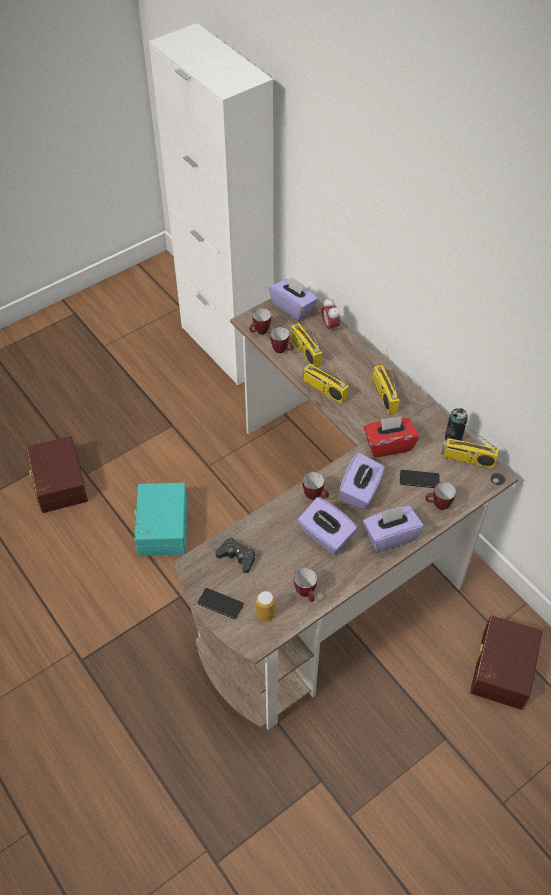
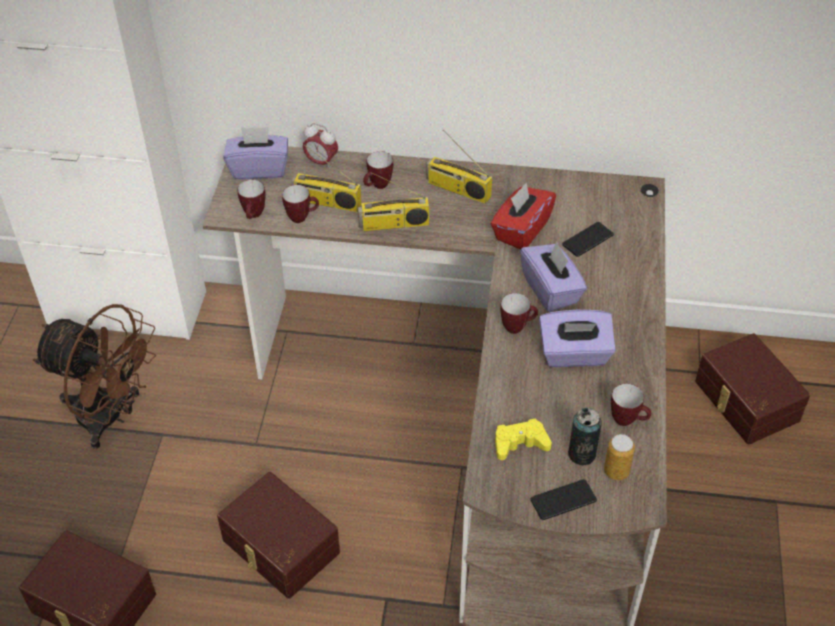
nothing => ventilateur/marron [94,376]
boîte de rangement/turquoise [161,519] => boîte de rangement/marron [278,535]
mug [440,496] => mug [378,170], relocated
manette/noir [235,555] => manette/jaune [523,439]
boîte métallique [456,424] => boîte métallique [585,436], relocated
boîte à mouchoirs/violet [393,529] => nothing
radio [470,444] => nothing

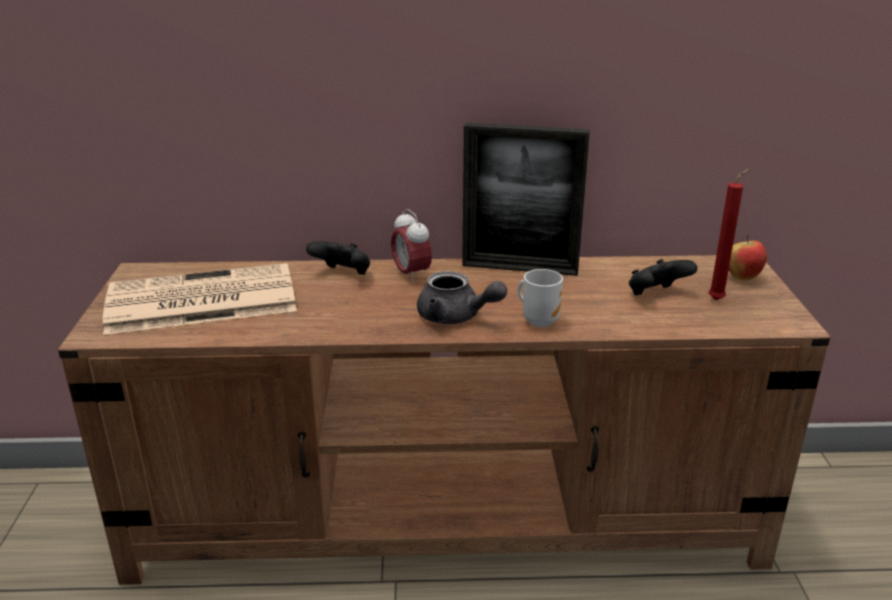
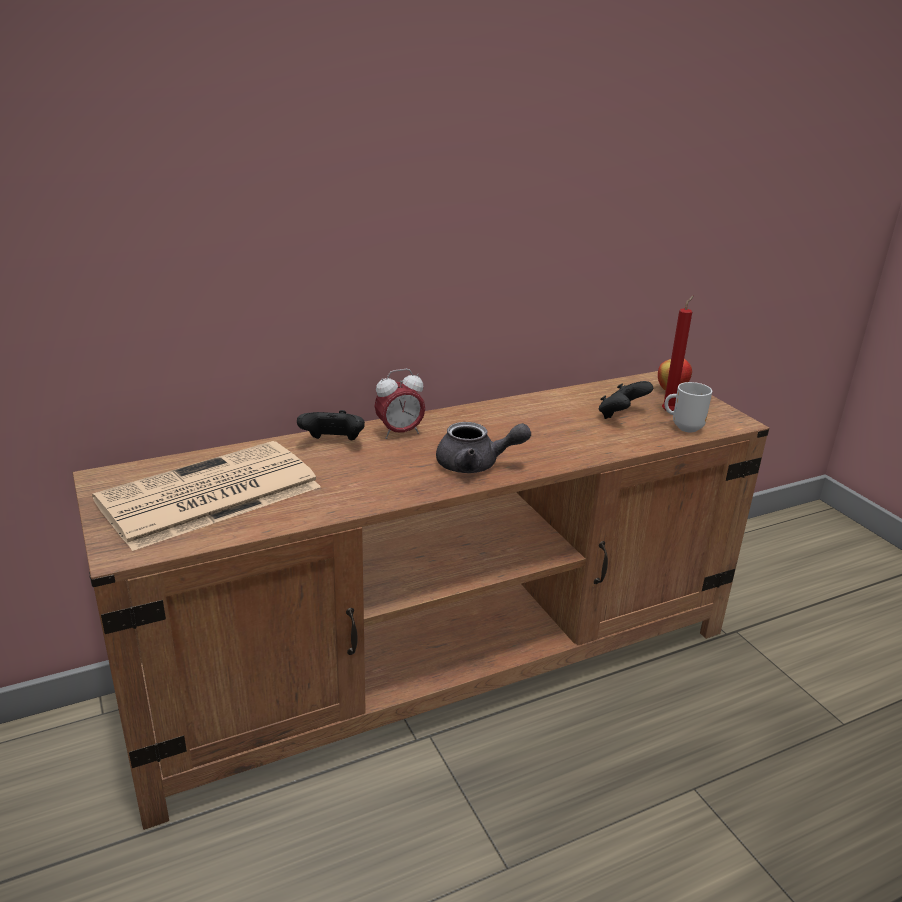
réveil [411,246] => réveil [400,404], 60 degrees counterclockwise
mug [540,298] => mug [688,407], relocated
cadre photo [526,199] => nothing

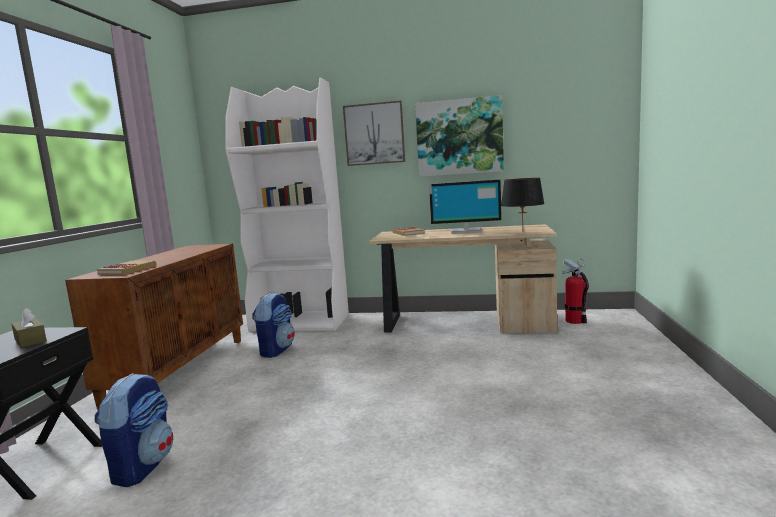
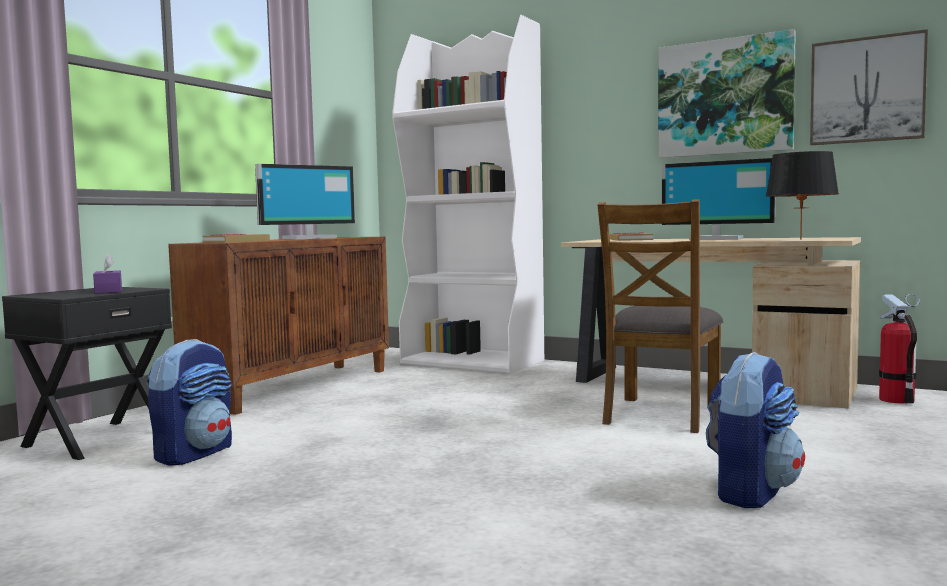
boîte à mouchoirs/marron [29,328] => boîte à mouchoirs/violet [107,273]
nothing => écran d'ordinateur [305,201]
nothing => chaise/marron [660,316]
sac à dos [273,325] => sac à dos [755,430], relocated
tableau [374,133] => tableau [869,87], relocated

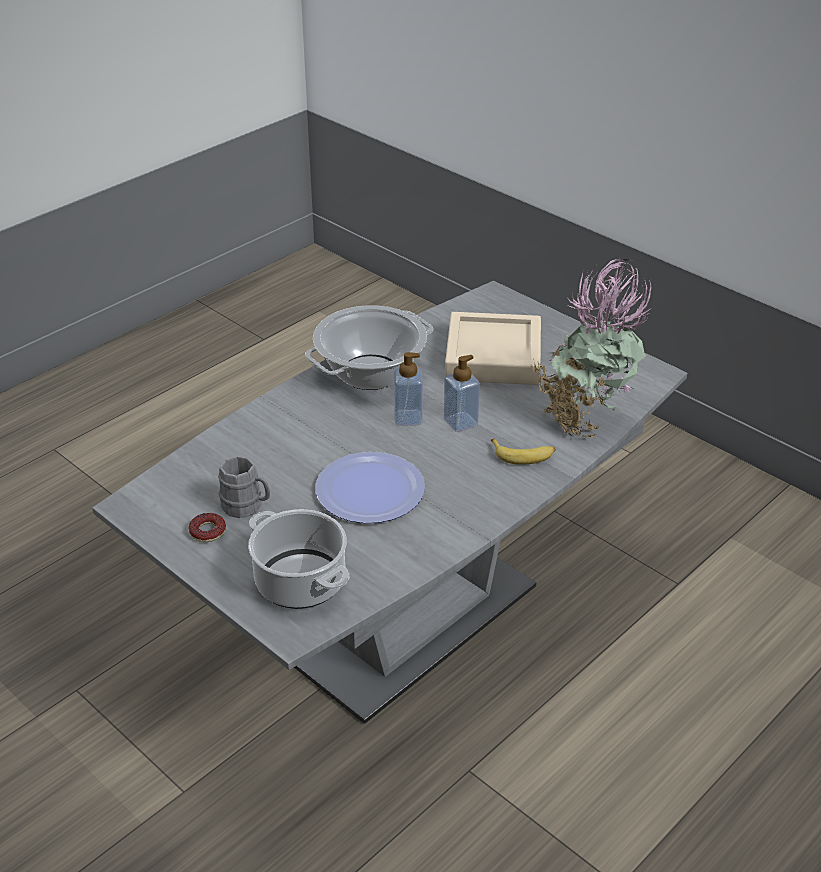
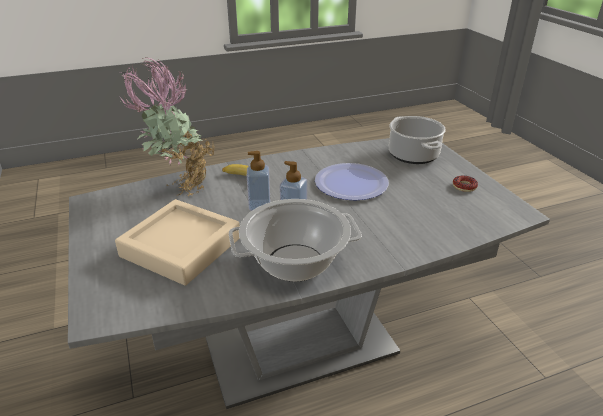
mug/gris [244,487] => nothing

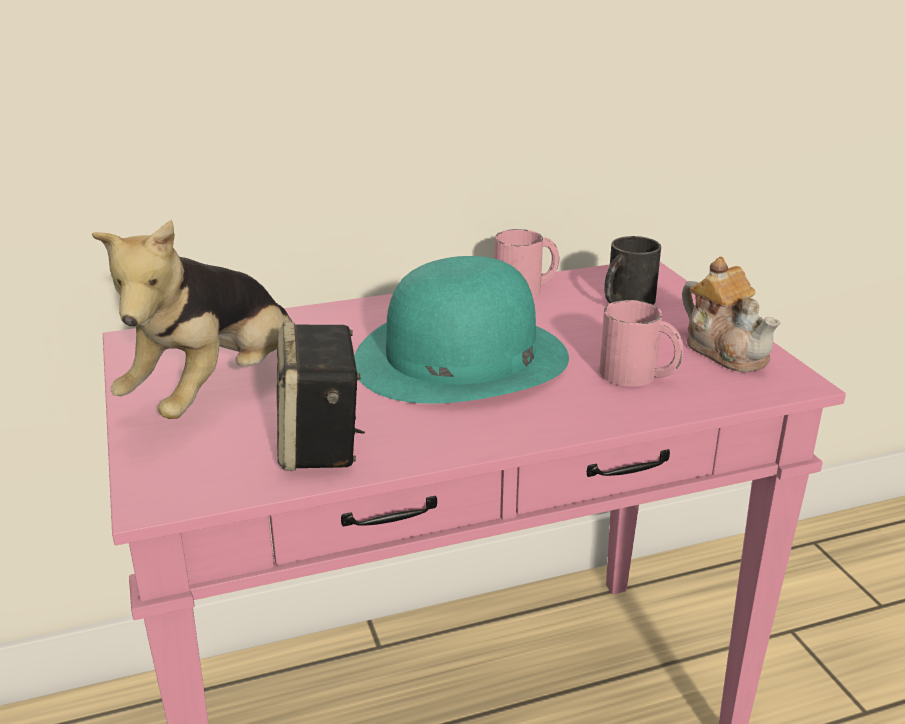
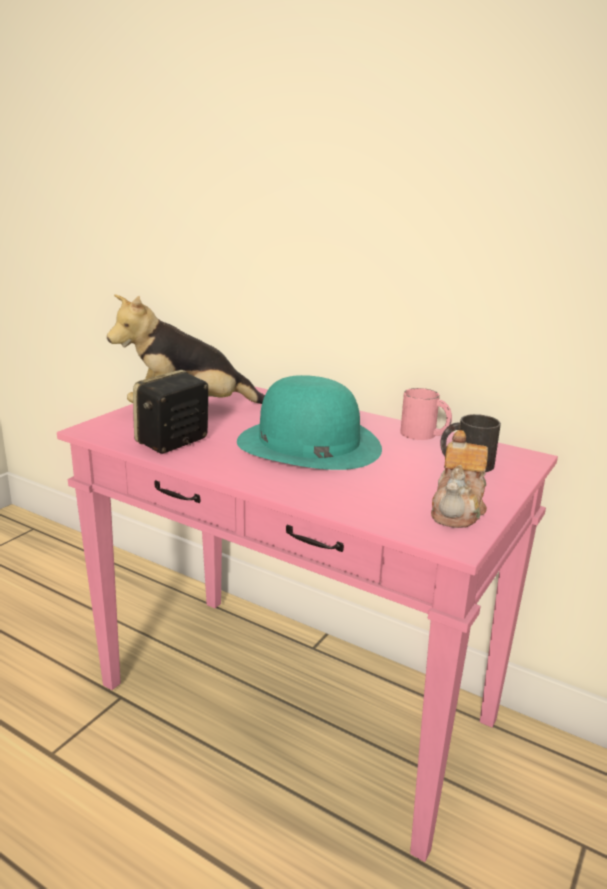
mug/rose [641,343] => nothing

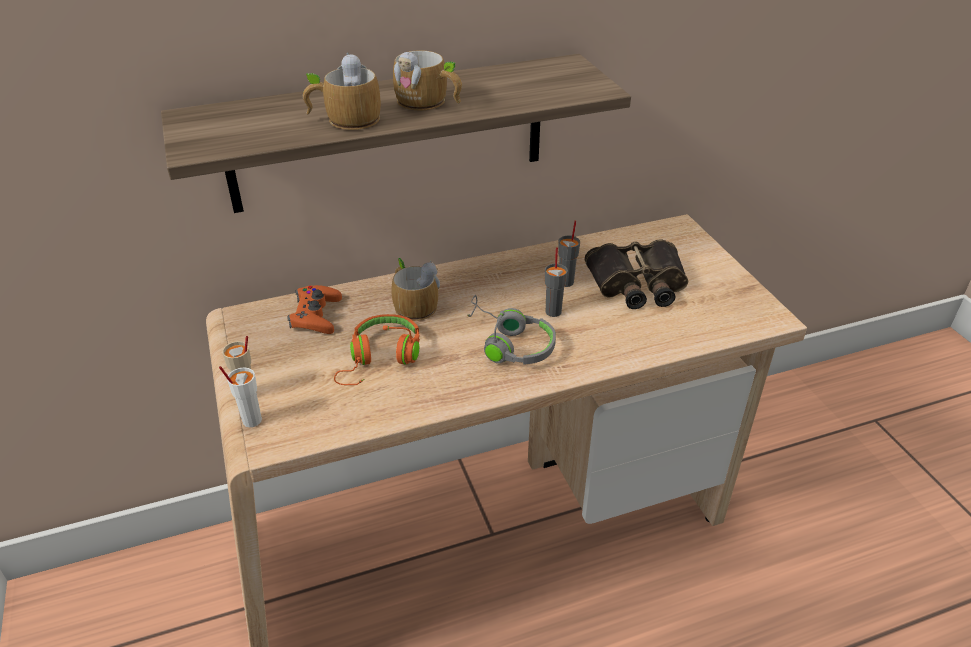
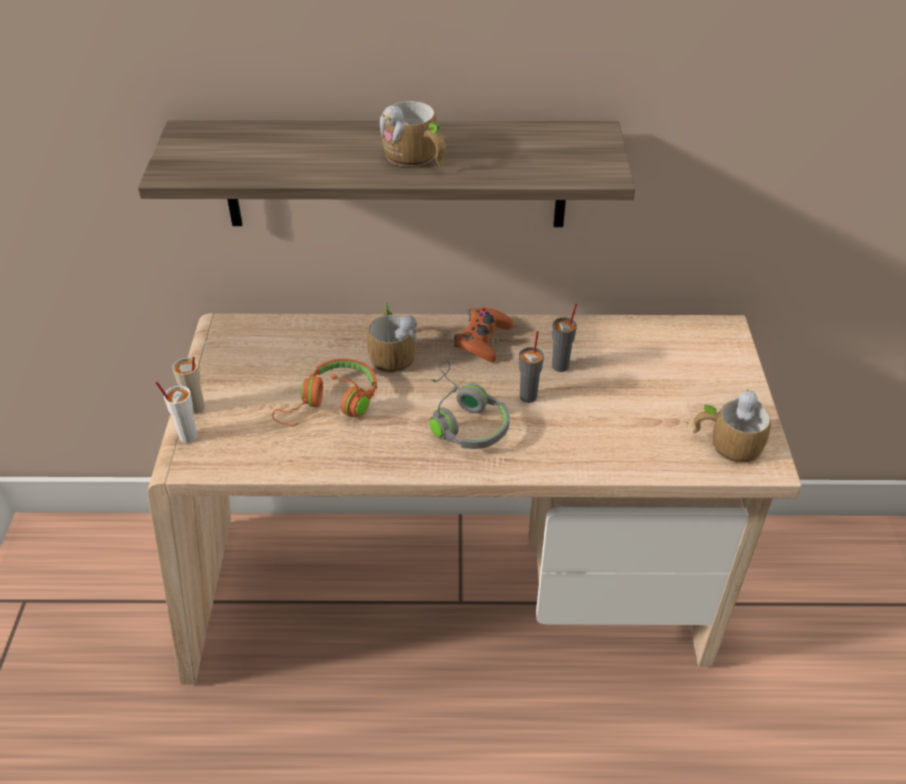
manette/orange [314,309] => manette/orange [483,334], relocated
mug [342,91] => mug [732,426], relocated
jumelles [636,274] => nothing

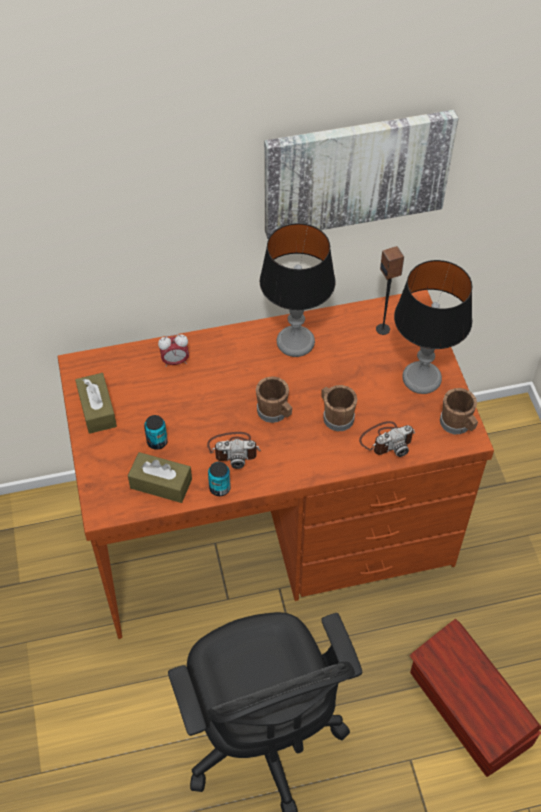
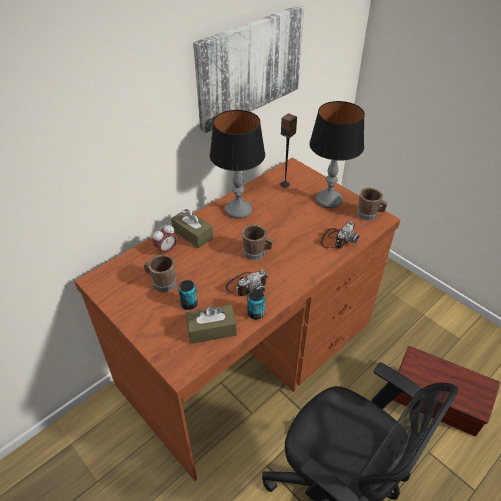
mug/marron [339,408] => mug/marron [160,273], relocated
boîte à mouchoirs/marron [96,403] => boîte à mouchoirs/marron [192,228], relocated

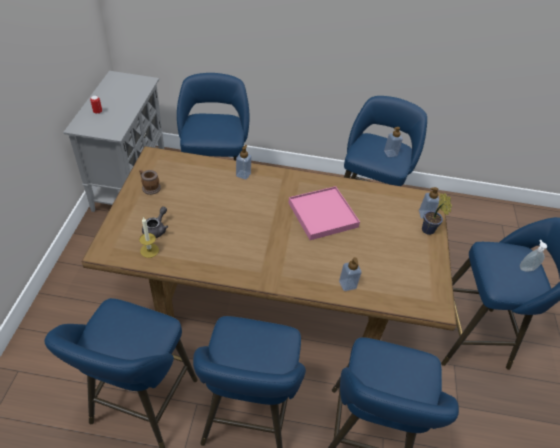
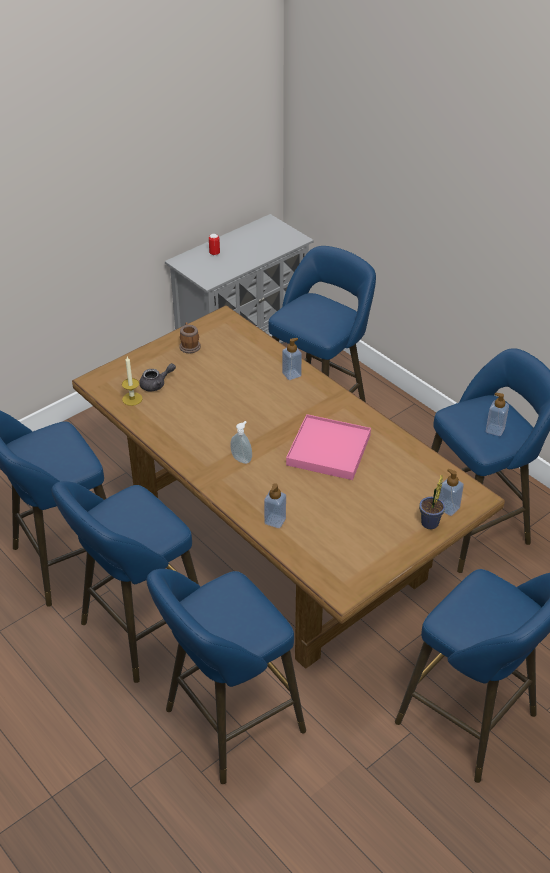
distributeur de savon [533,255] => distributeur de savon [241,442], relocated

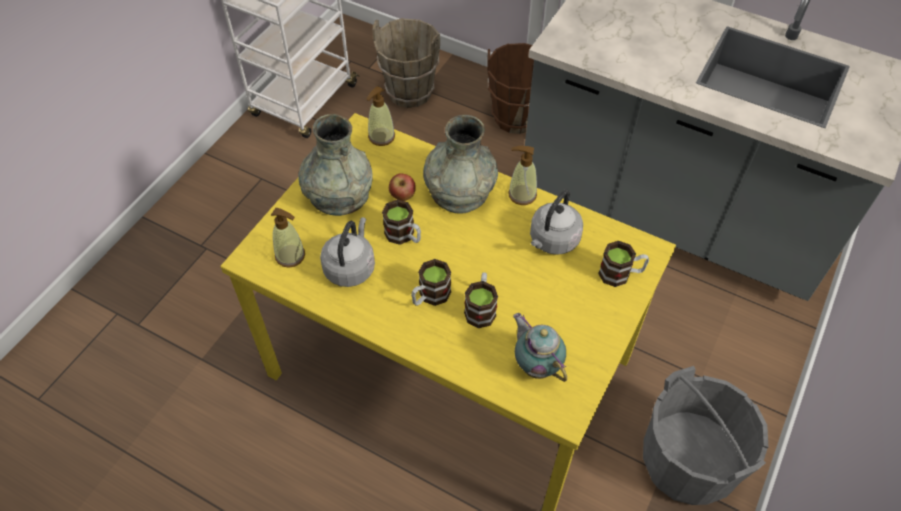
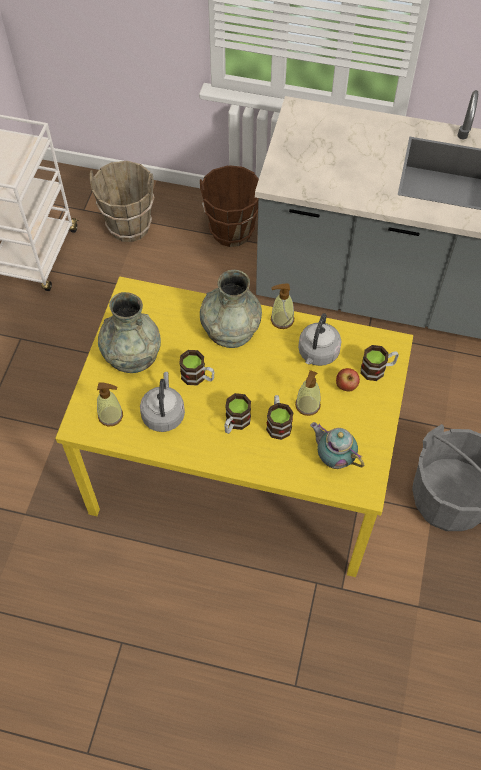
distributeur de savon [380,116] => distributeur de savon [308,393], relocated
pomme [402,187] => pomme [348,379], relocated

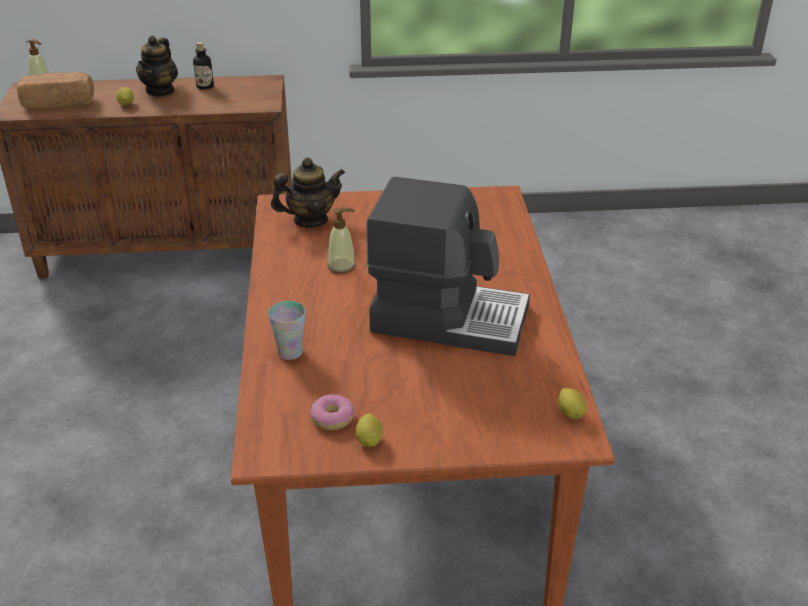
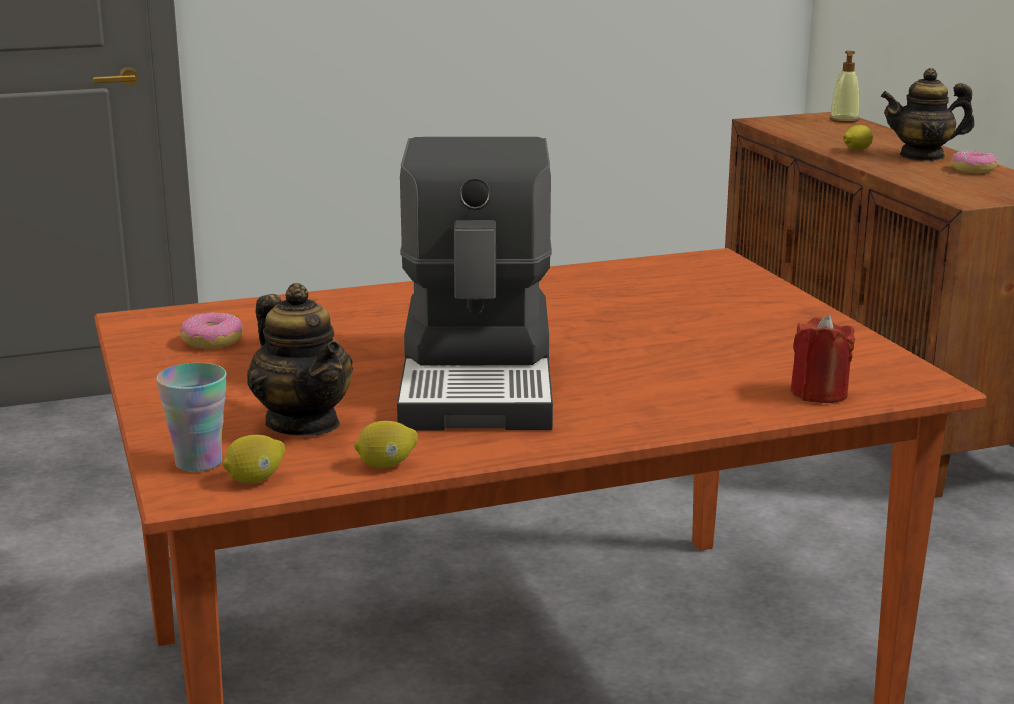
tasse [286,330] => tasse [191,417], relocated
théière [308,192] => théière [300,359], relocated
citron [369,430] => citron [386,444], relocated
nothing => bougie/rouge [822,359]
bouteille [203,66] => beignet [974,161]
pain [55,90] => nothing
distributeur de savon [342,240] => nothing

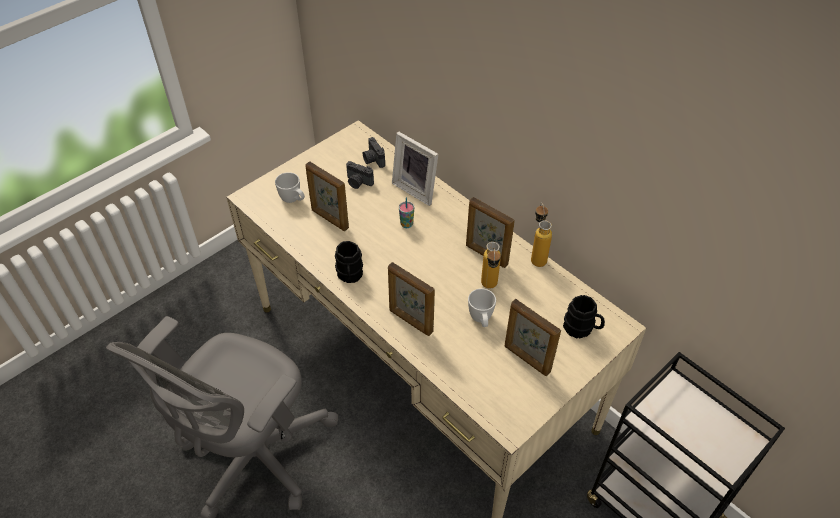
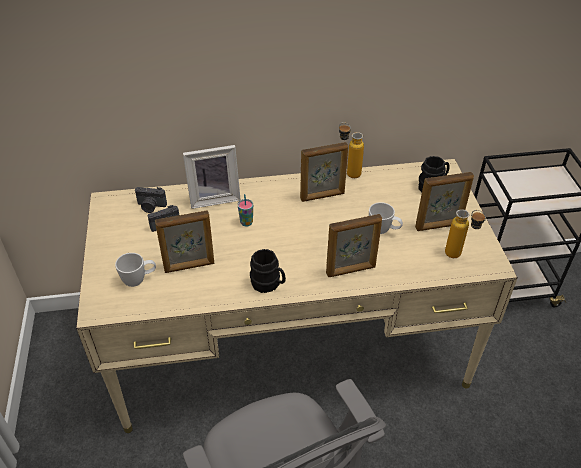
bouteille [491,265] => bouteille [465,233], relocated

